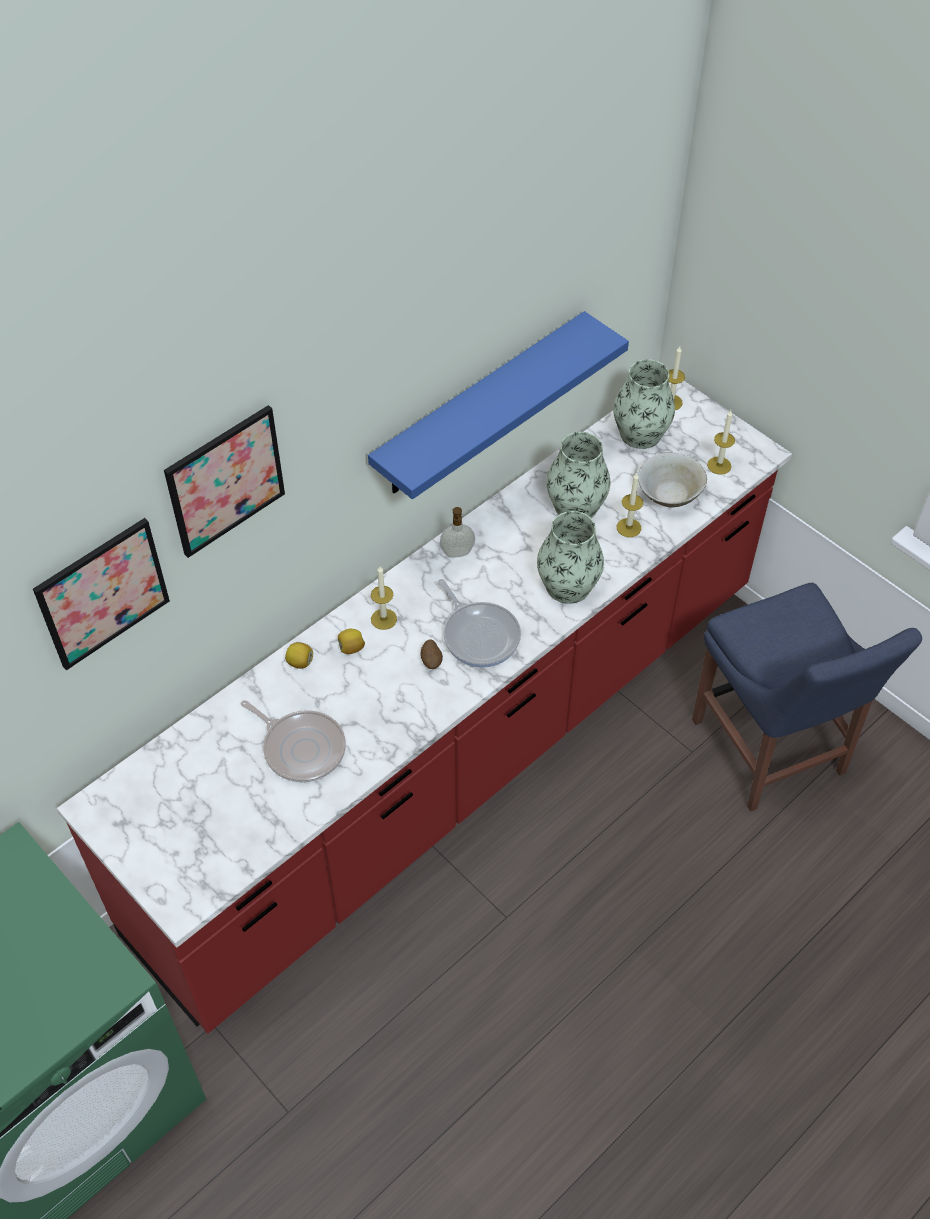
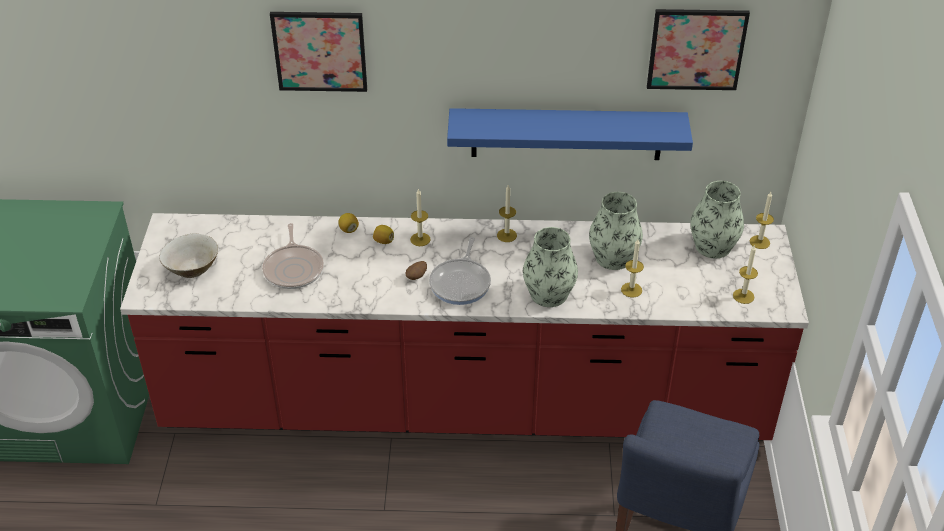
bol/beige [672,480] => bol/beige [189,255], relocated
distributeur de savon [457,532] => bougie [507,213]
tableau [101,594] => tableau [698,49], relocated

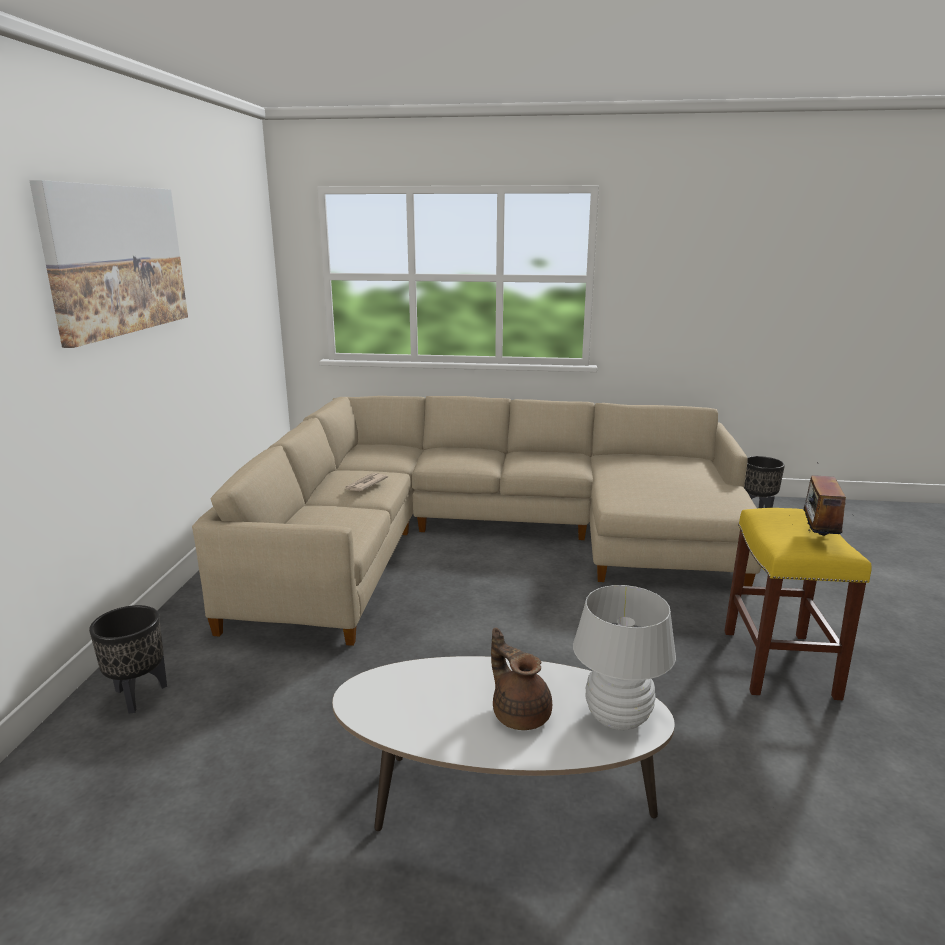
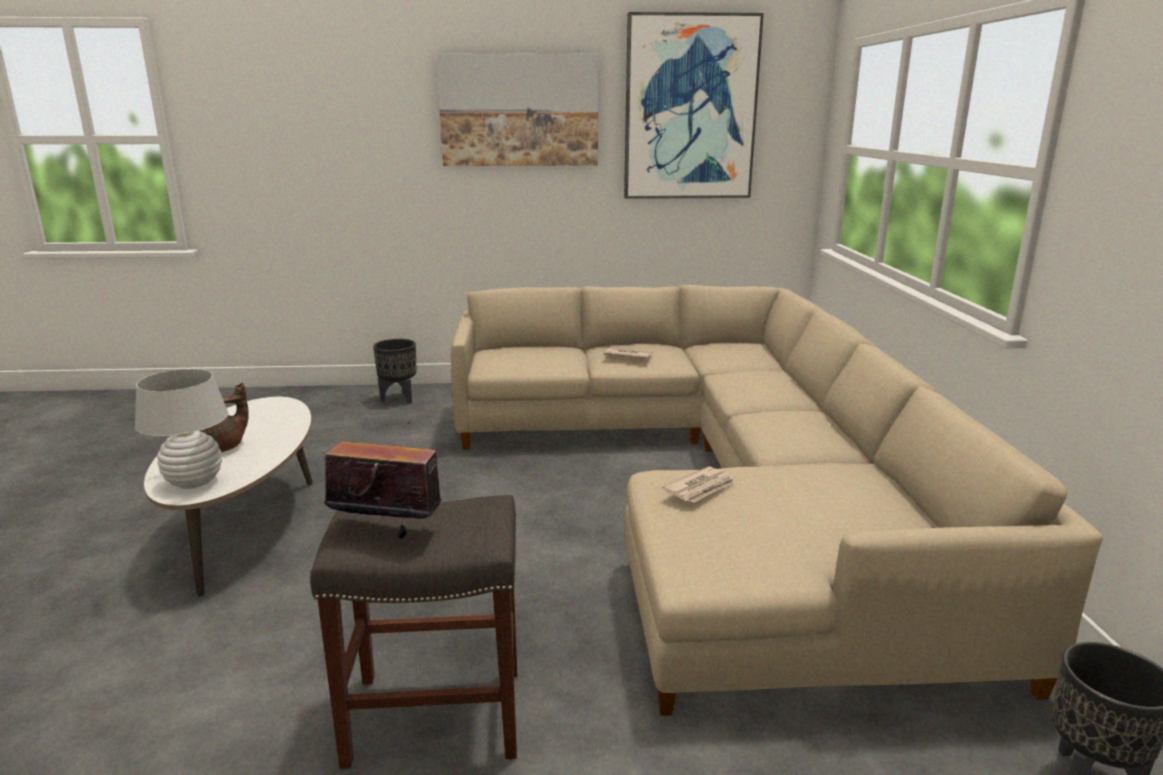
tabouret/jaune [797,604] => tabouret/gris [413,632]
nothing => tableau [694,105]
nothing => journal [698,485]

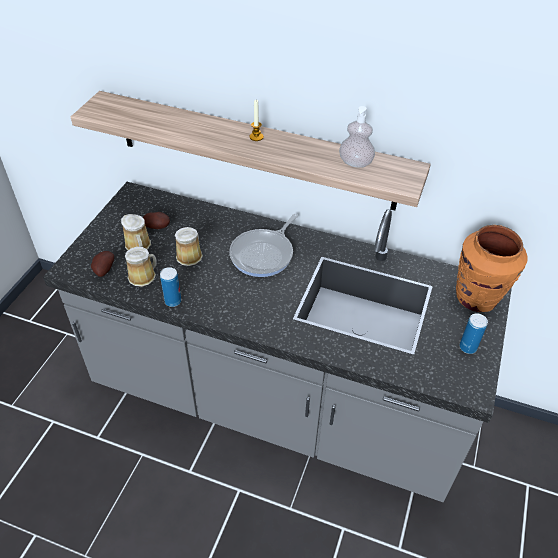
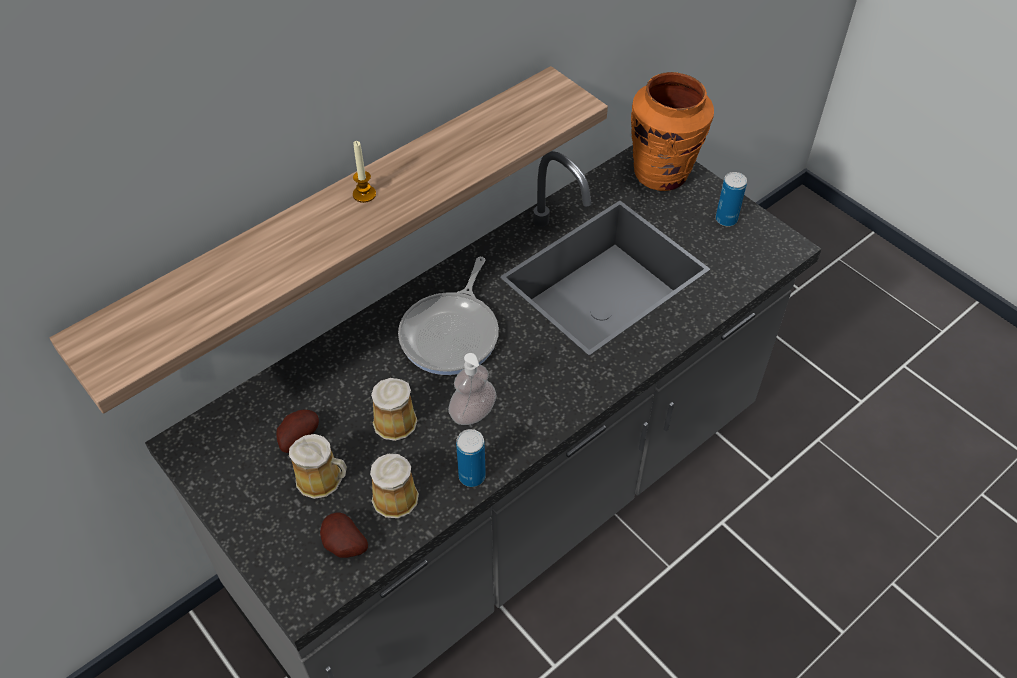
poêle [263,245] => poêle [448,316], 45 degrees clockwise
distributeur de savon [357,137] => distributeur de savon [472,389], relocated

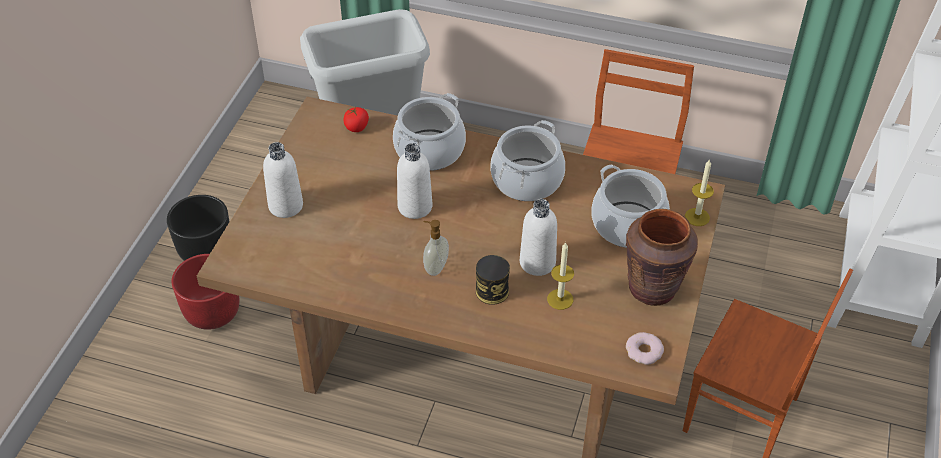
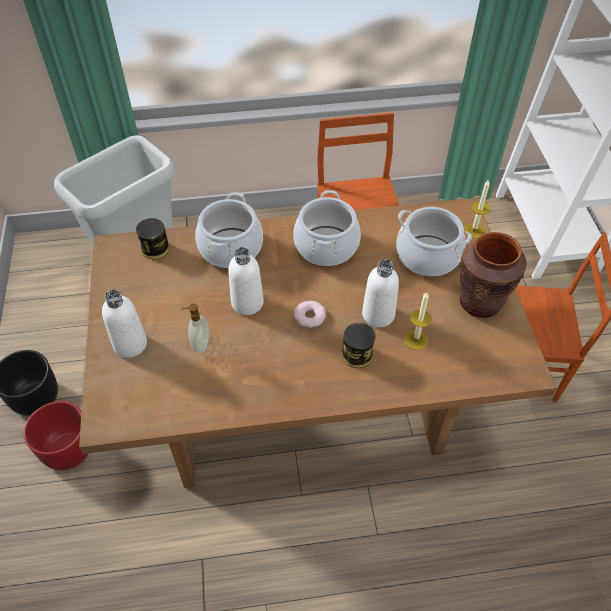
tomate [356,119] => boîte métallique [152,238]
distributeur de savon [436,248] => distributeur de savon [195,328], relocated
beignet [645,348] => beignet [310,314], relocated

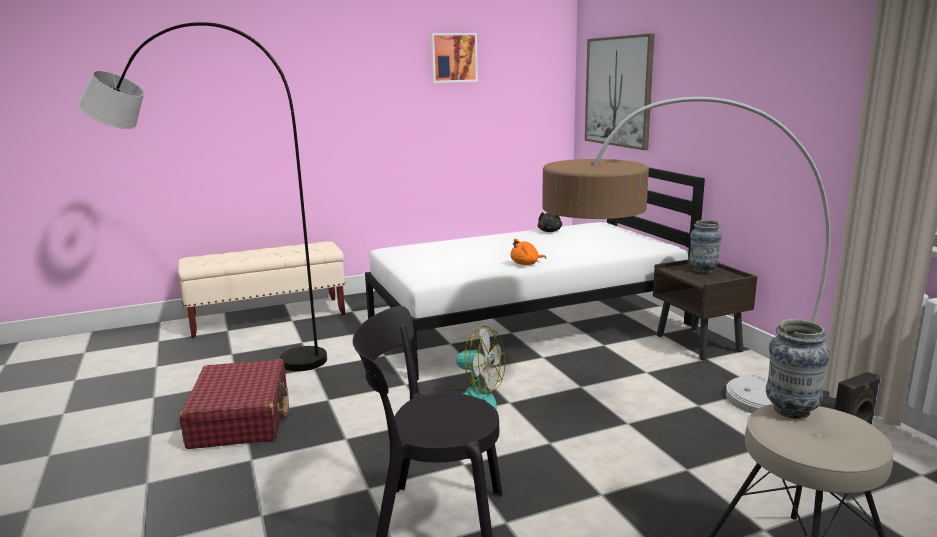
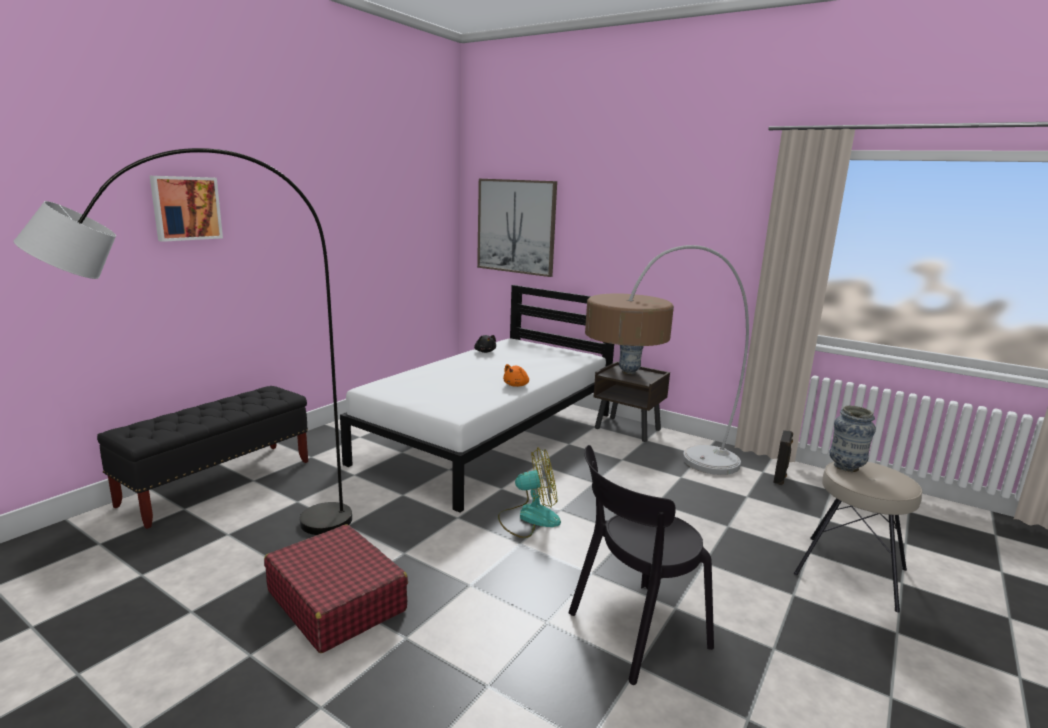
banc/beige [261,289] => banc/noir [202,457]
tableau [454,58] => tableau [186,209], relocated

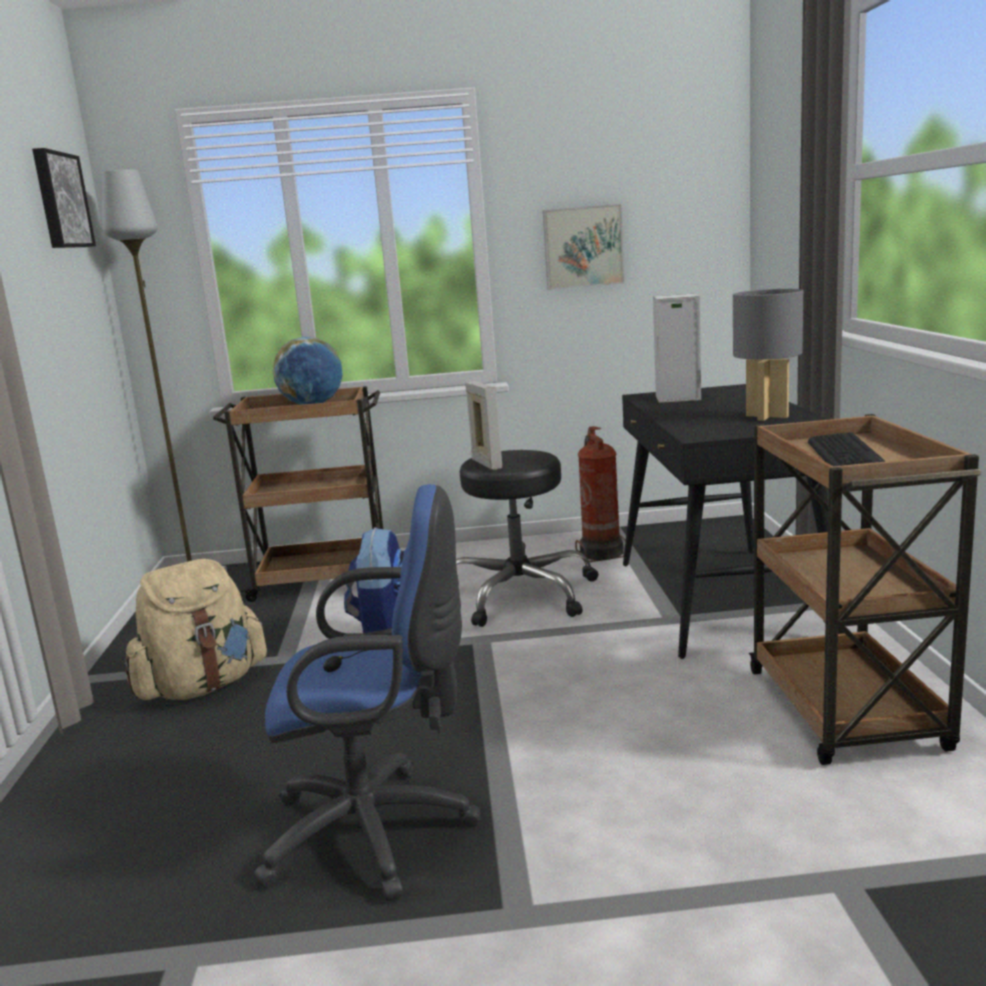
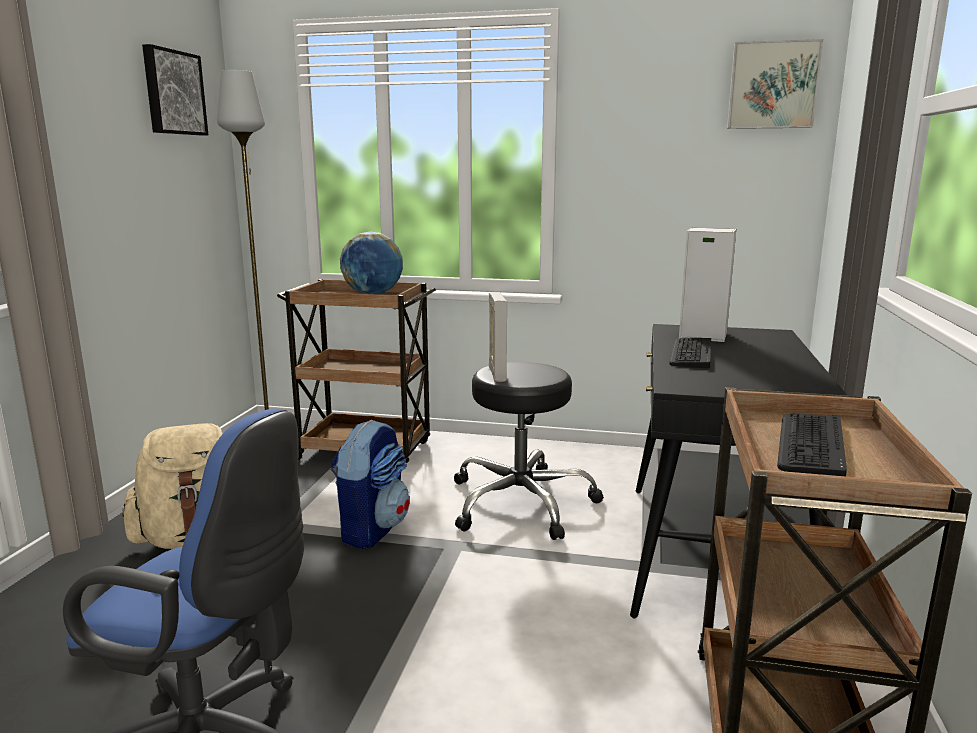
nothing => clavier [690,353]
tableau [583,247] => tableau [775,84], relocated
extincteur [600,494] => nothing
lampe de table/gris [768,355] => nothing

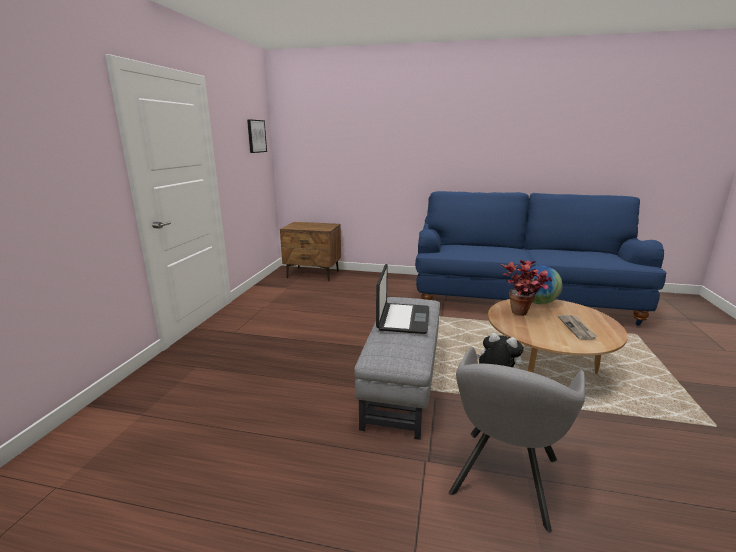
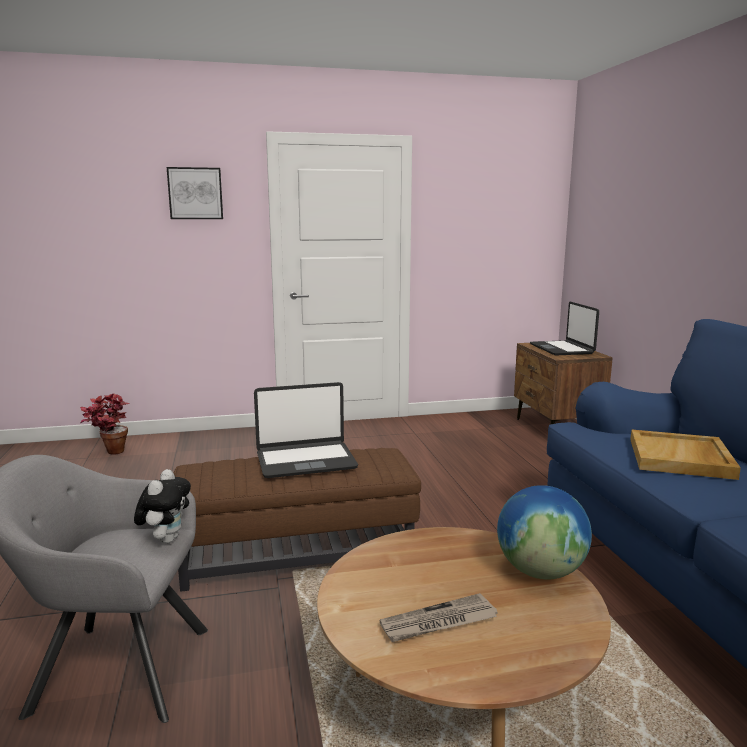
plante en pot [526,288] => plante en pot [104,424], relocated
tableau [257,136] => tableau [195,193], relocated
pouf/gris [397,368] => pouf/marron [297,520]
nothing => ordinateur portable [564,329]
nothing => plateau/beige [685,454]

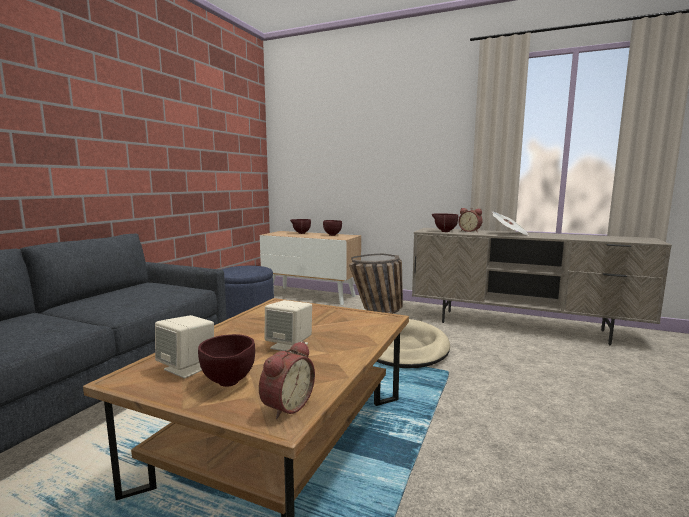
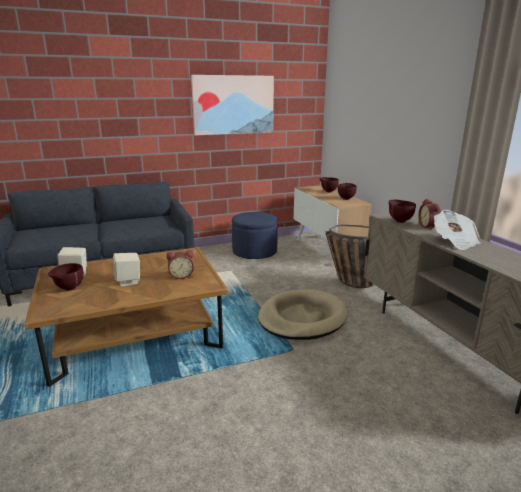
réveil [287,380] => réveil [180,264], relocated
nothing => tableau [232,105]

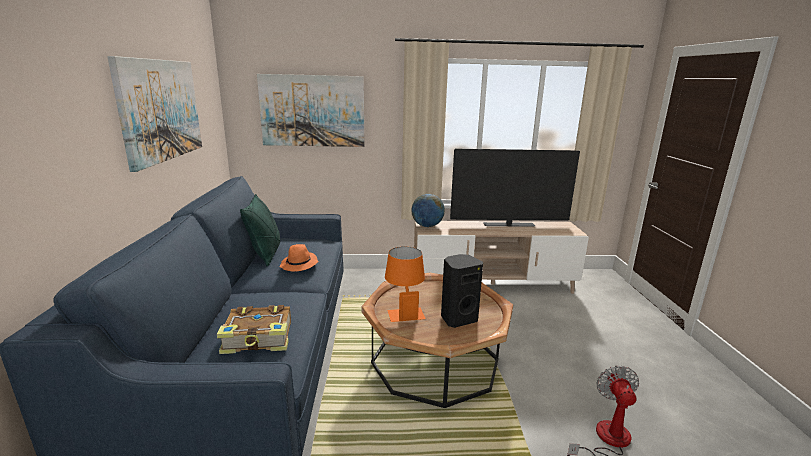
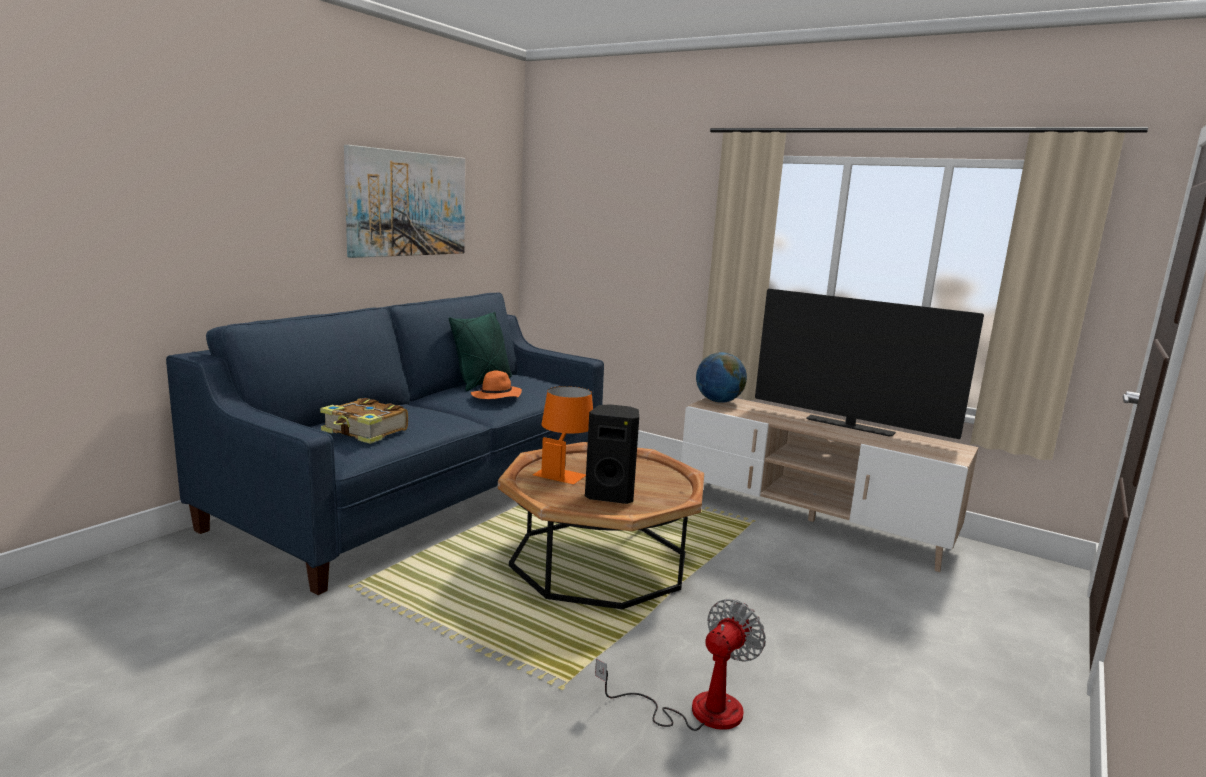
tableau [310,110] => nothing

